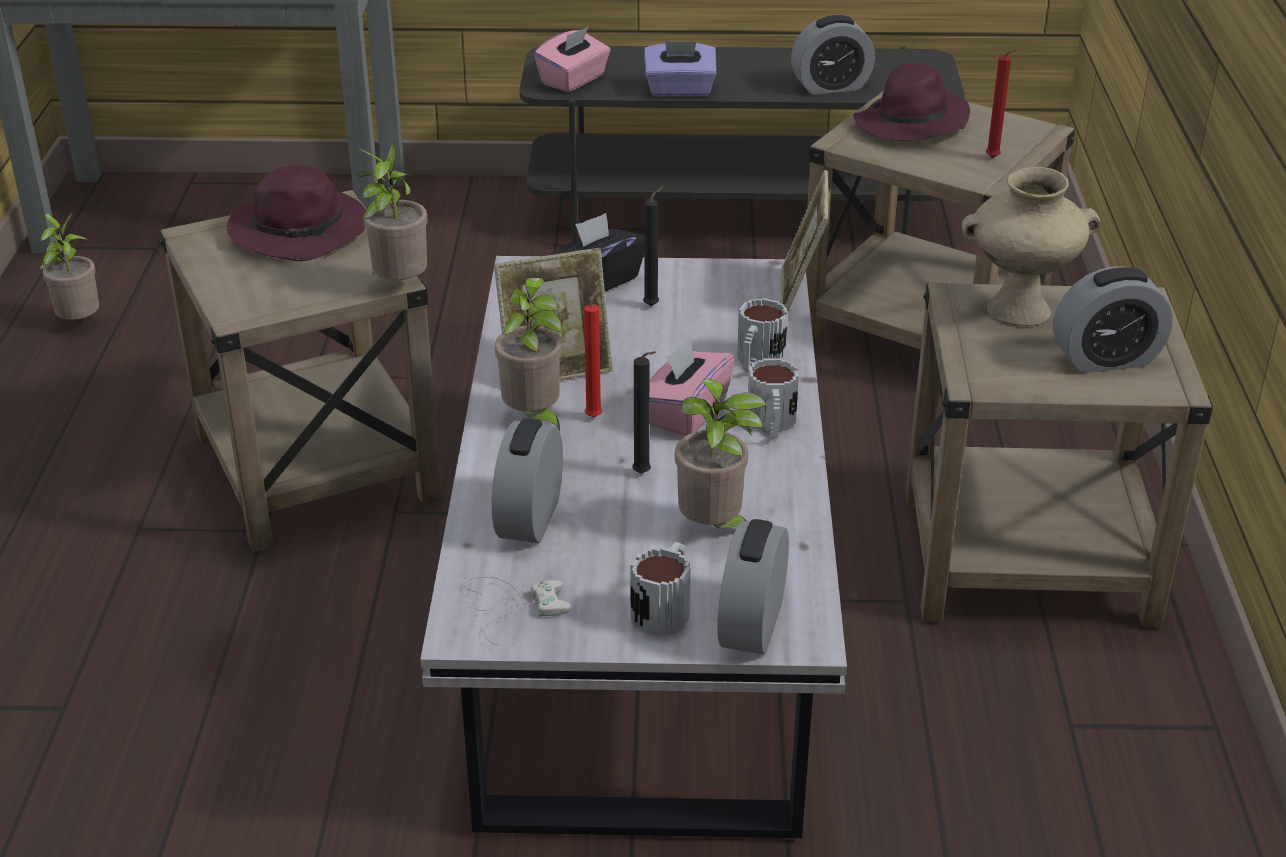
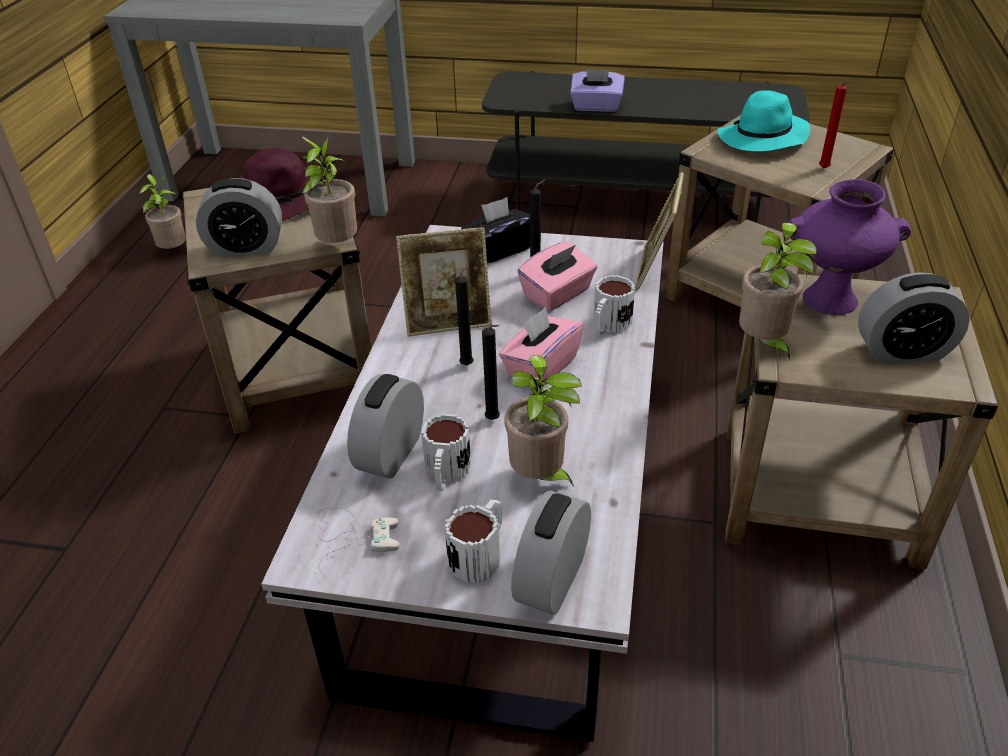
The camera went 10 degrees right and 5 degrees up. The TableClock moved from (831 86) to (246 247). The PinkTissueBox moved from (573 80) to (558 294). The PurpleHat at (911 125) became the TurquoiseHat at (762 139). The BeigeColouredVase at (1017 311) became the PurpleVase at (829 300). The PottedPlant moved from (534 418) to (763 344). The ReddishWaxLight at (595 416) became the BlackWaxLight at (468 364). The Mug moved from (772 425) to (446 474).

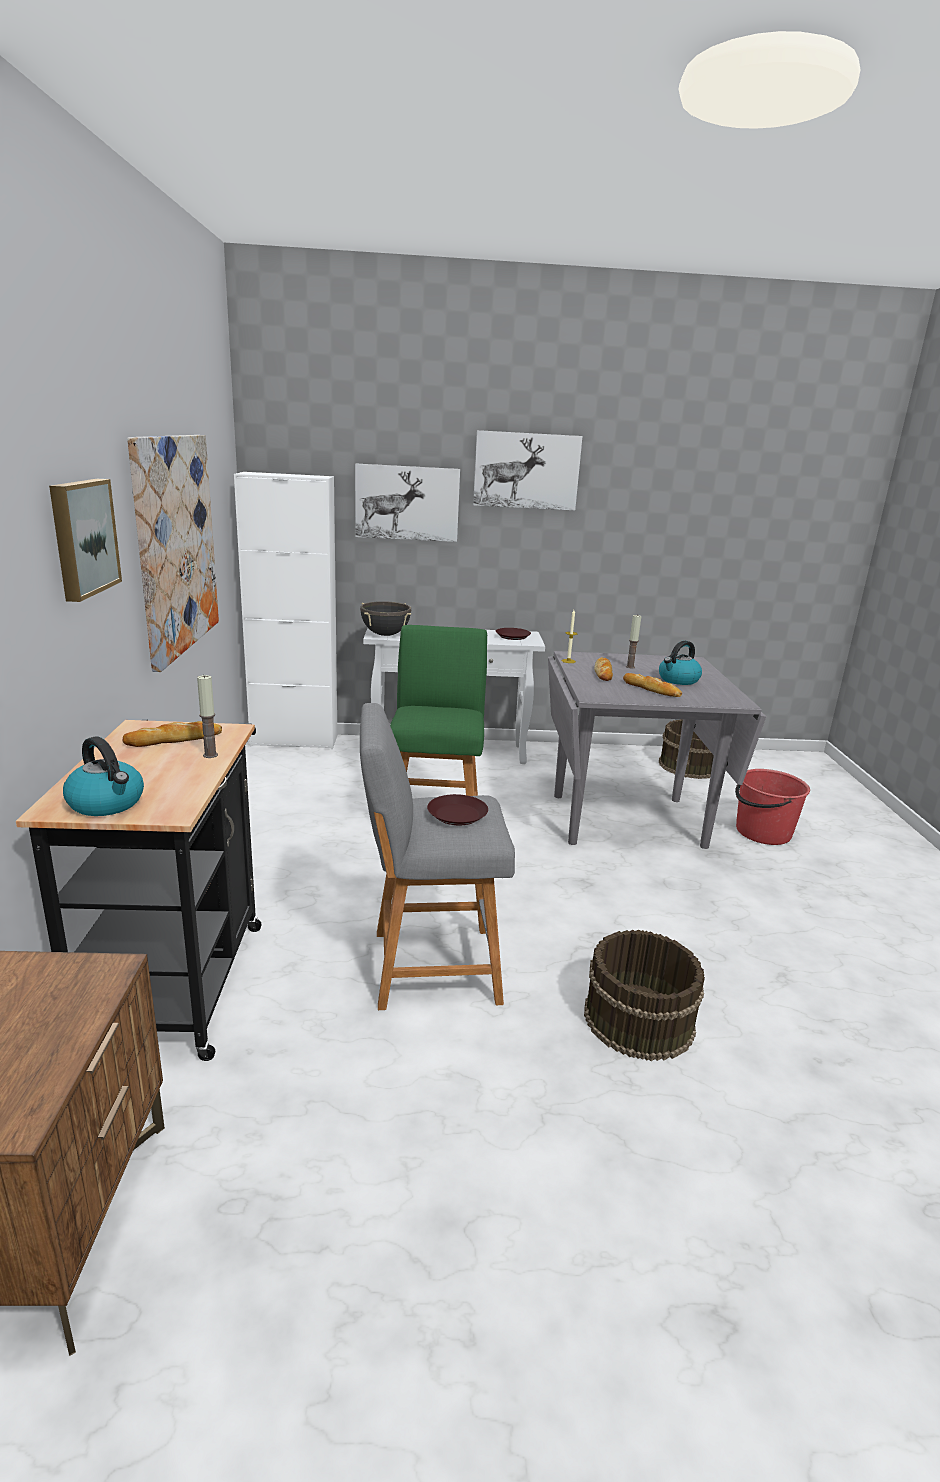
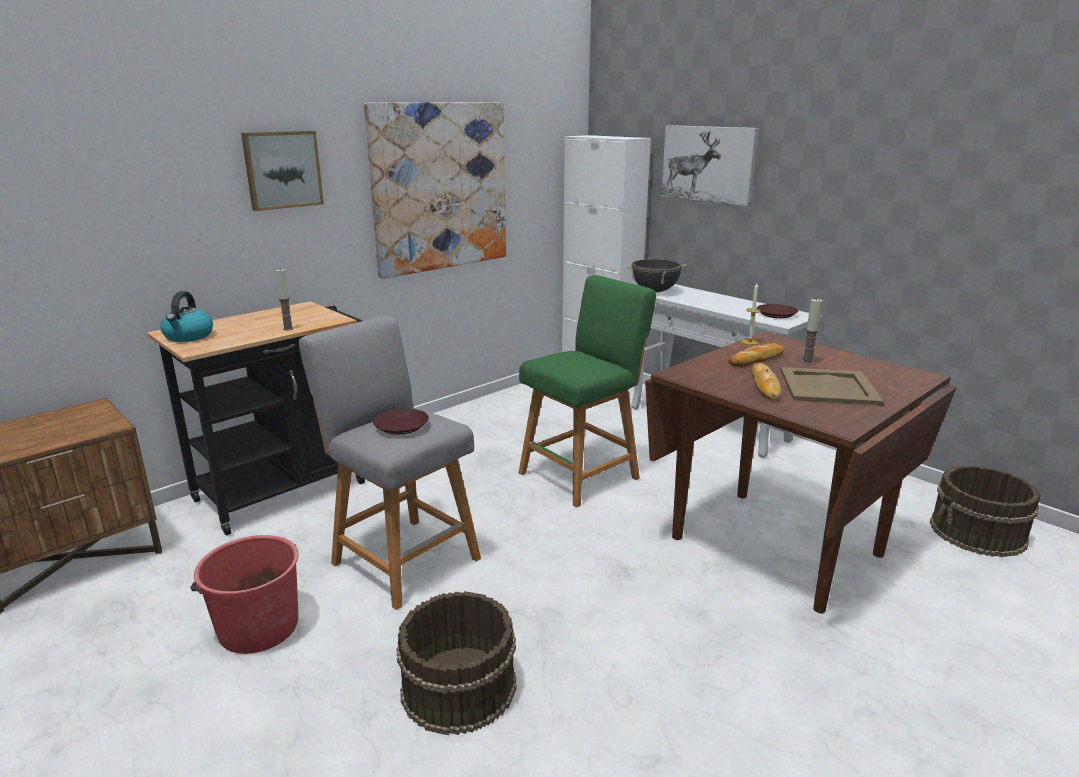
The camera went 50 degrees right and 0 degrees up. The WallPicture at (526 470) disappeared. The Kettle at (678 680) was replaced by the BeigeColouredCarryingTray at (829 387). The GreyishDinnerTable at (627 821) became the BrownishDinnerTable at (774 546). The Bread at (174 739) disappeared. The ReddishWaterBucket moved from (762 832) to (258 627).

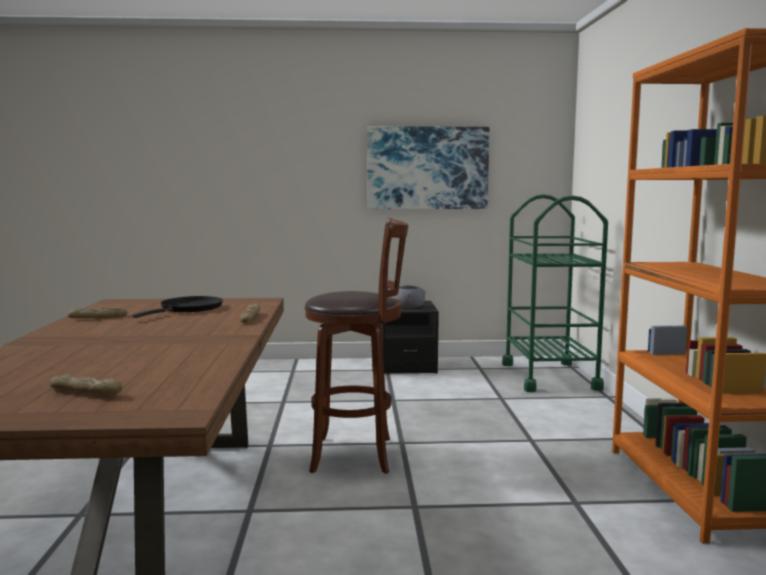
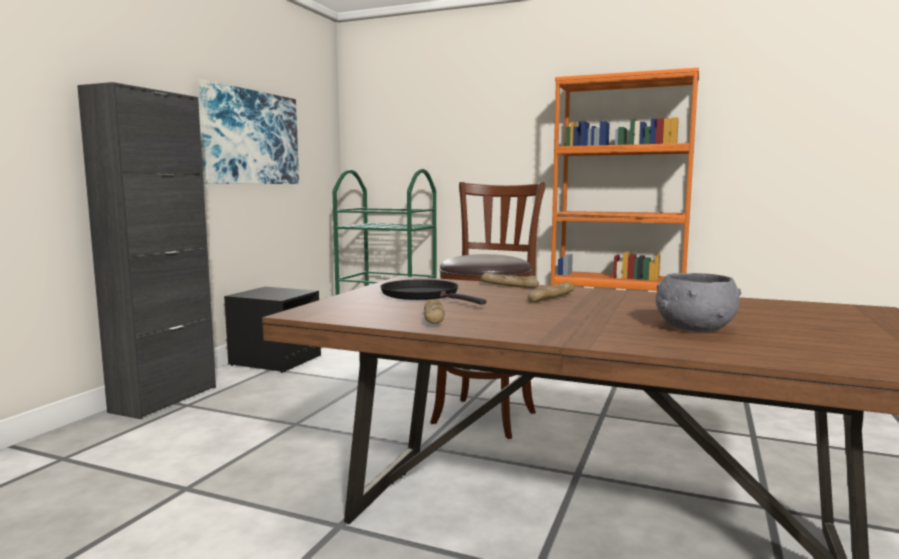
The camera went 65 degrees left and 0 degrees up. The GreyishBowl moved from (409 307) to (694 328). The Bread moved from (86 393) to (551 298). The BlackCabinet at (164 399) appeared.

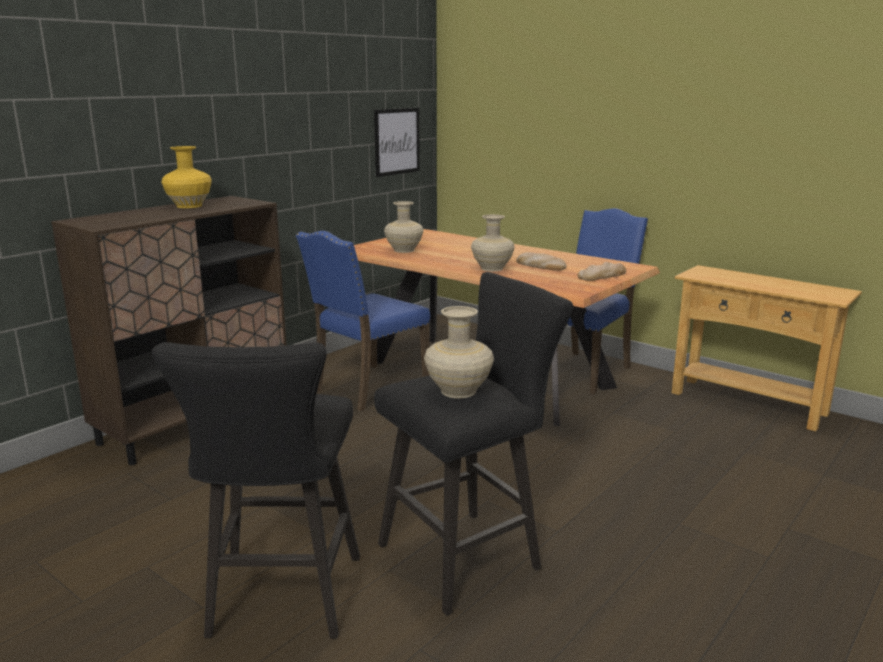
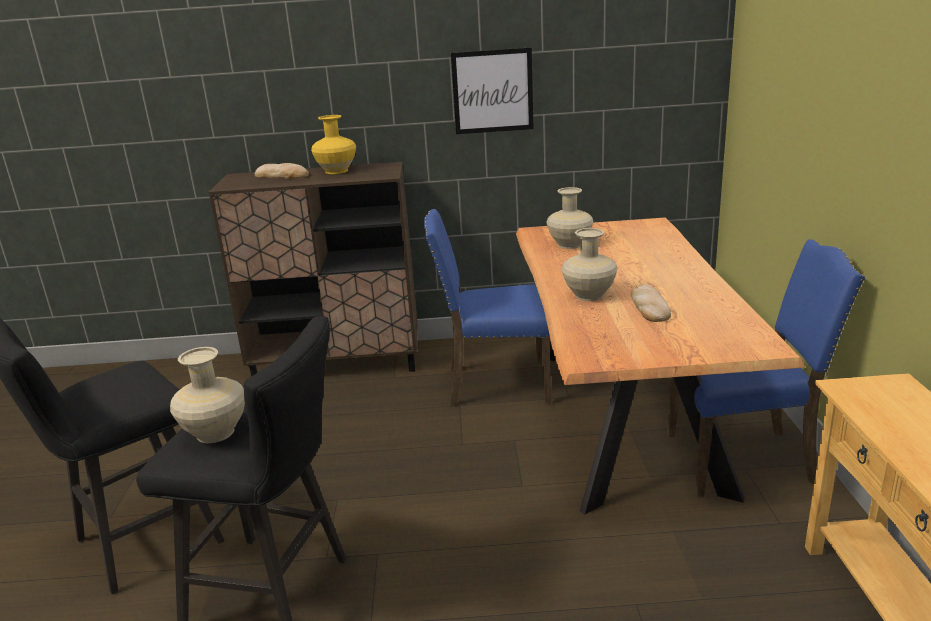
The camera went 50 degrees right and 5 degrees up. The WallPicture moved from (397 141) to (492 91). The Bread moved from (602 275) to (282 176).

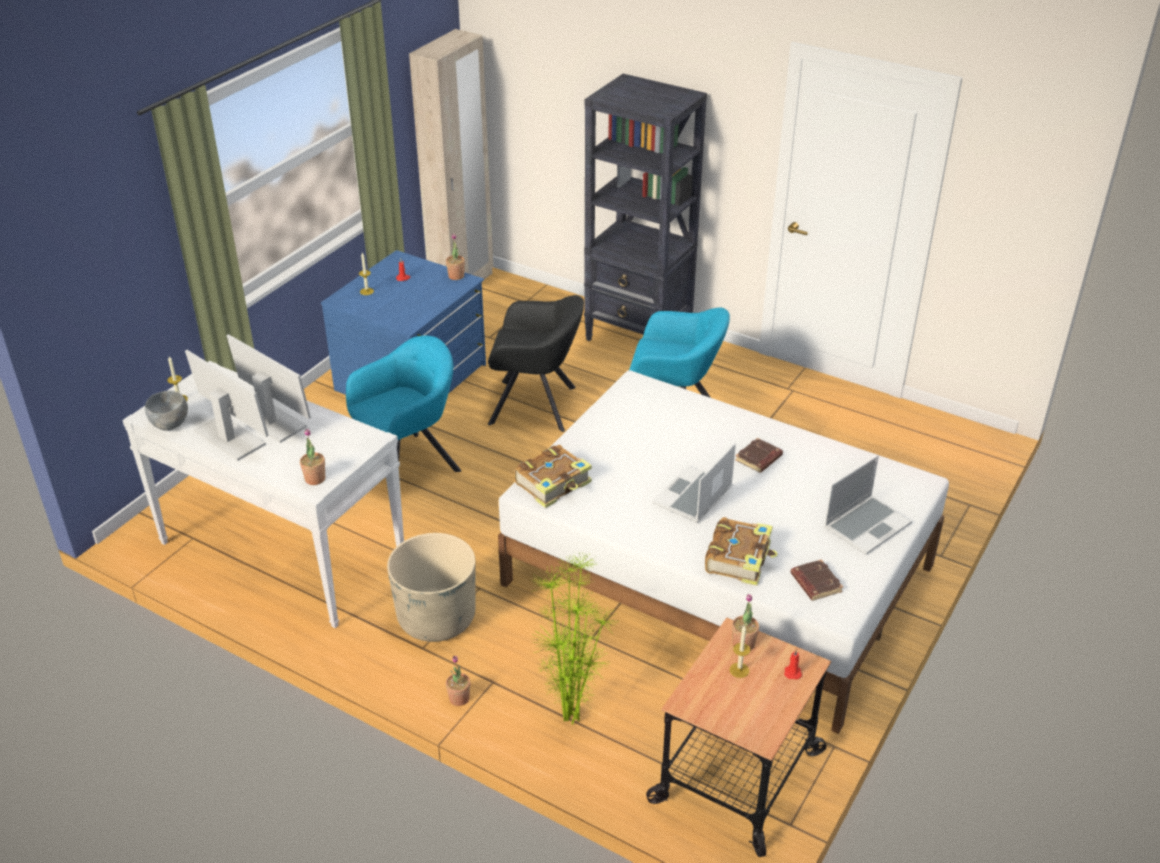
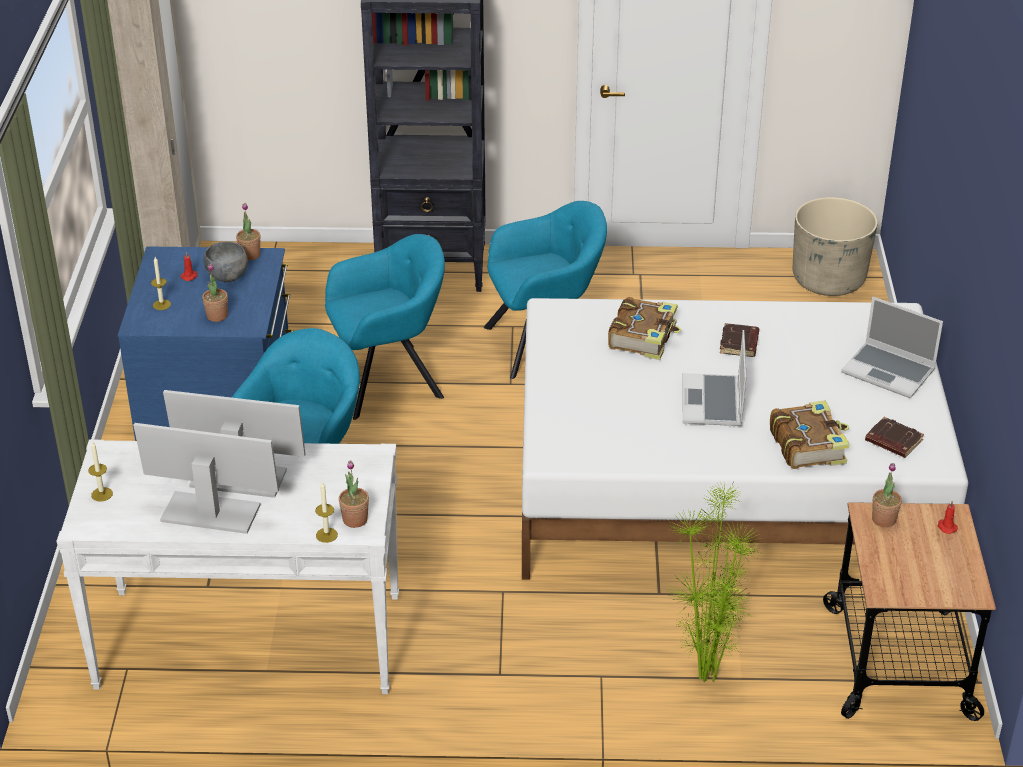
The camera went 30 degrees left and 0 degrees up. The BlackLoungeChair at (537 405) became the TurquoiseLoungeChair at (389 380). The GreyishBowl moved from (170 424) to (227 276). The Book moved from (554 484) to (644 337). The PortableComputer at (867 525) turned 105 degrees clockwise. The BeigeColouredPlanter moved from (436 618) to (828 279). The WaxLight moved from (739 670) to (326 535). The PottedPlant moved from (459 698) to (217 316).

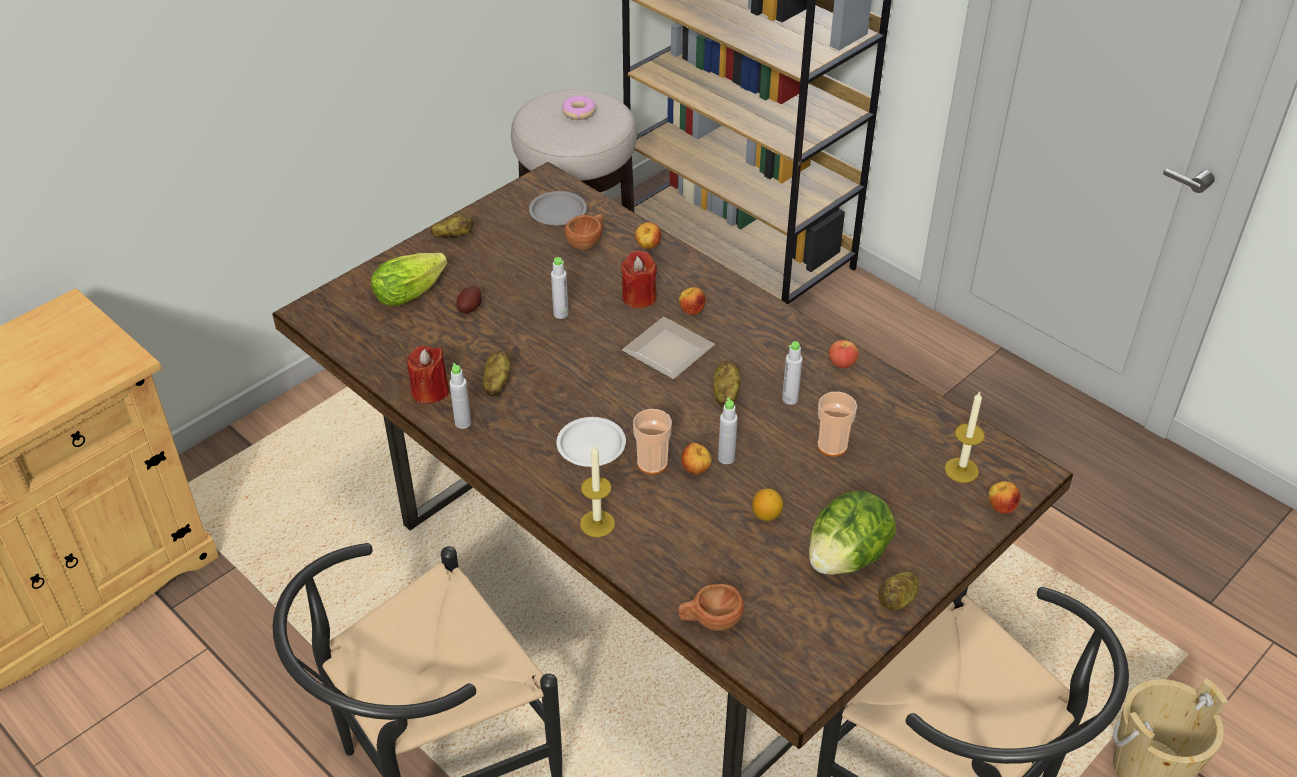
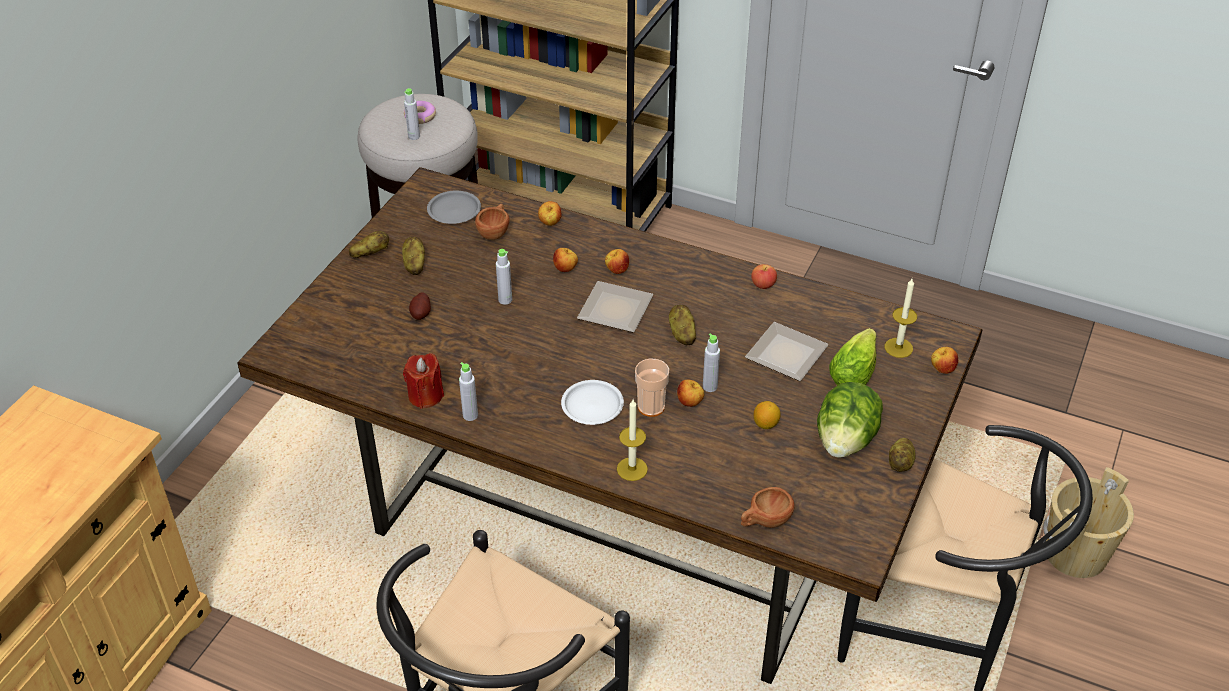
The camera went 20 degrees left and 0 degrees up. The ReddishWaxLight at (639 297) was replaced by the Apple at (565 269). The HeadOfLettuce moved from (413 291) to (855 371). The GreyishBottle moved from (790 399) to (414 136). The Spud moved from (497 383) to (414 264). The SmallCup at (832 445) was replaced by the Plate at (789 354).

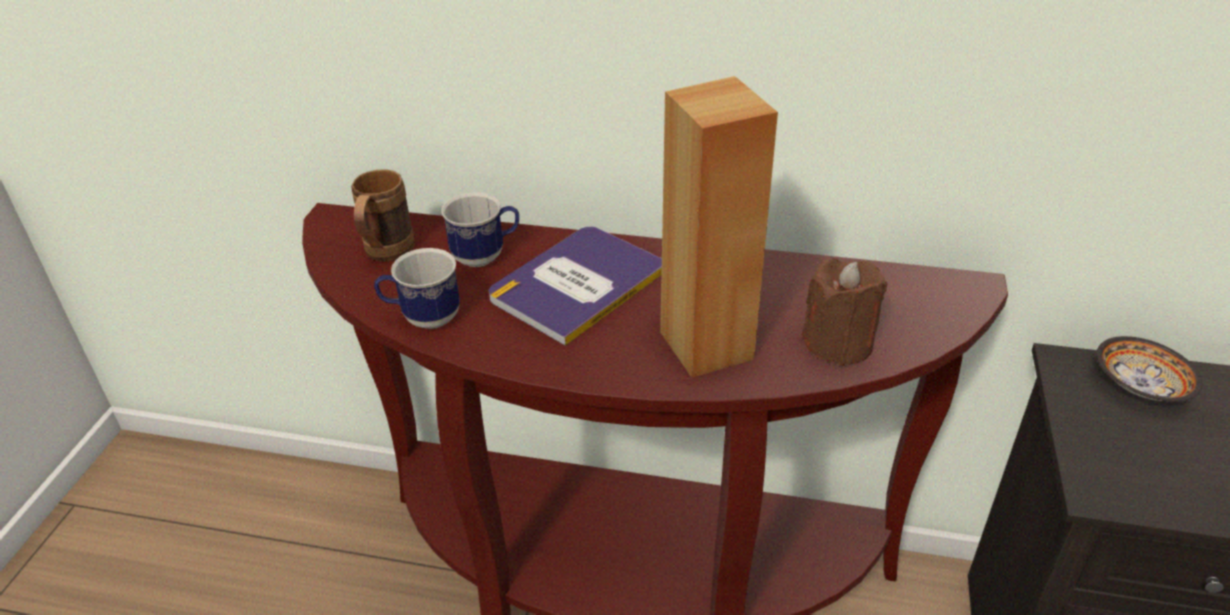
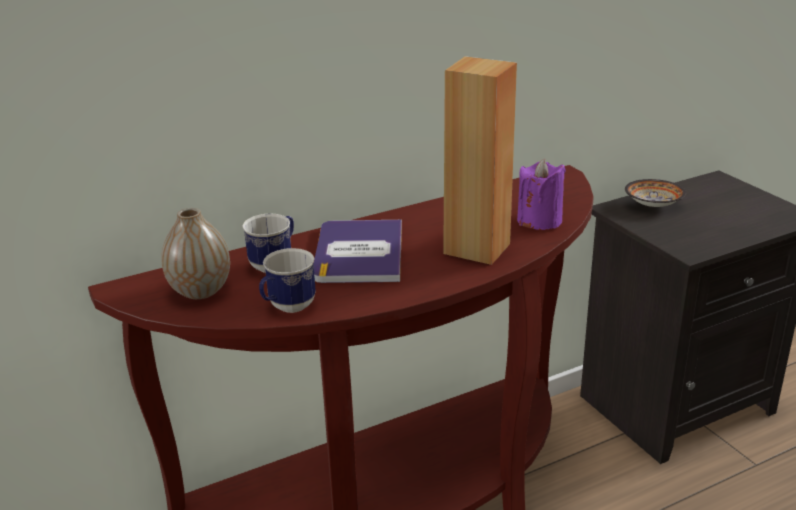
The camera went 40 degrees left and 10 degrees down. The BrownishMug at (385 255) was replaced by the Vase at (200 291). The BrownishWaxLight at (838 343) became the PurpleWaxLight at (539 221).

